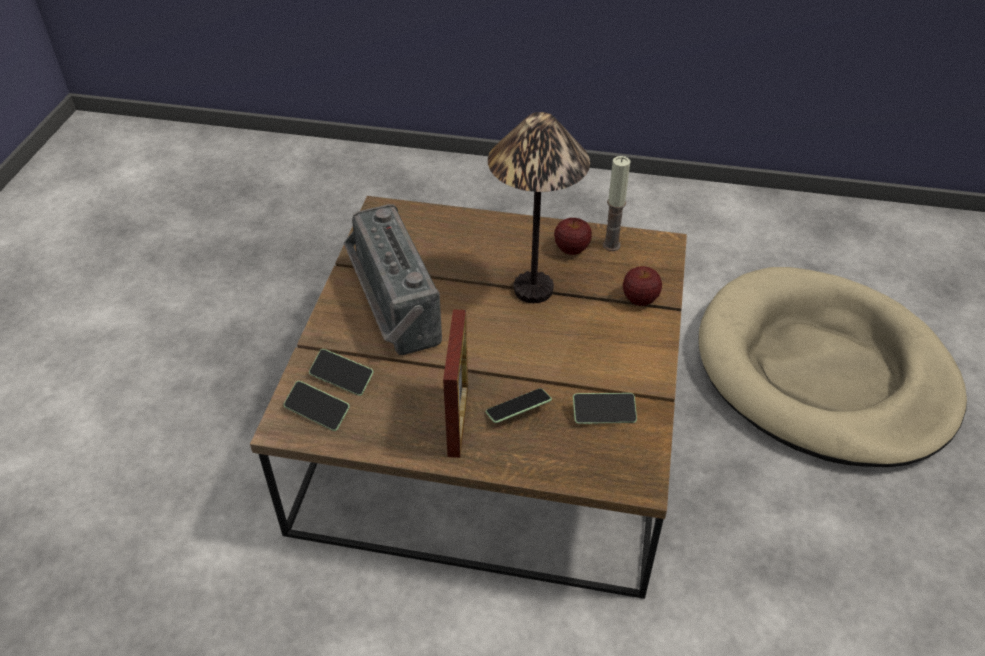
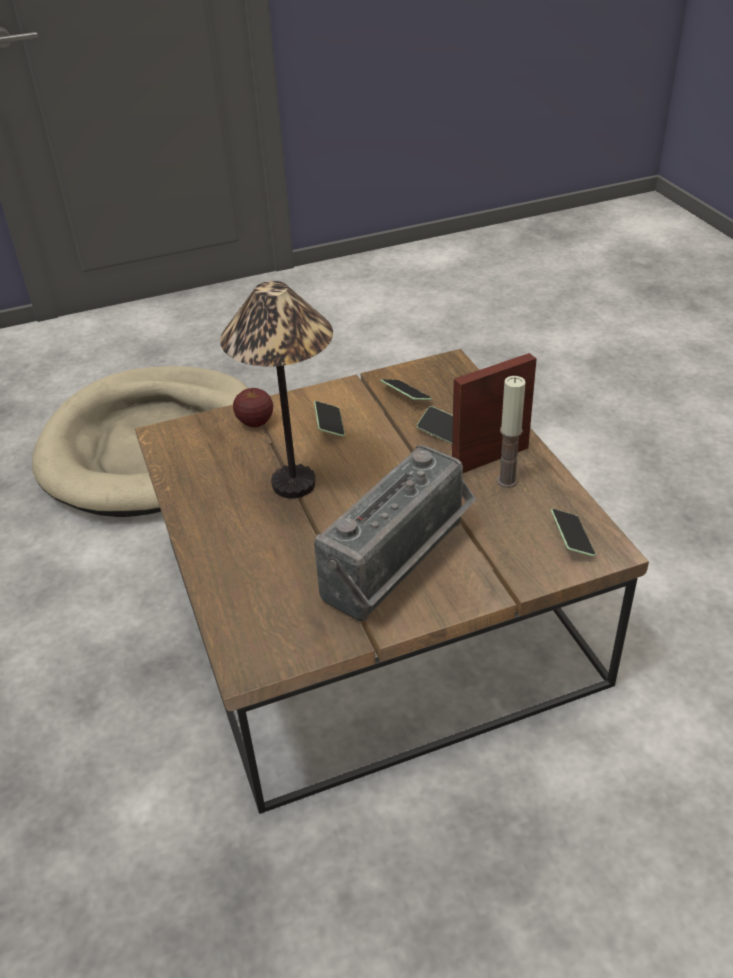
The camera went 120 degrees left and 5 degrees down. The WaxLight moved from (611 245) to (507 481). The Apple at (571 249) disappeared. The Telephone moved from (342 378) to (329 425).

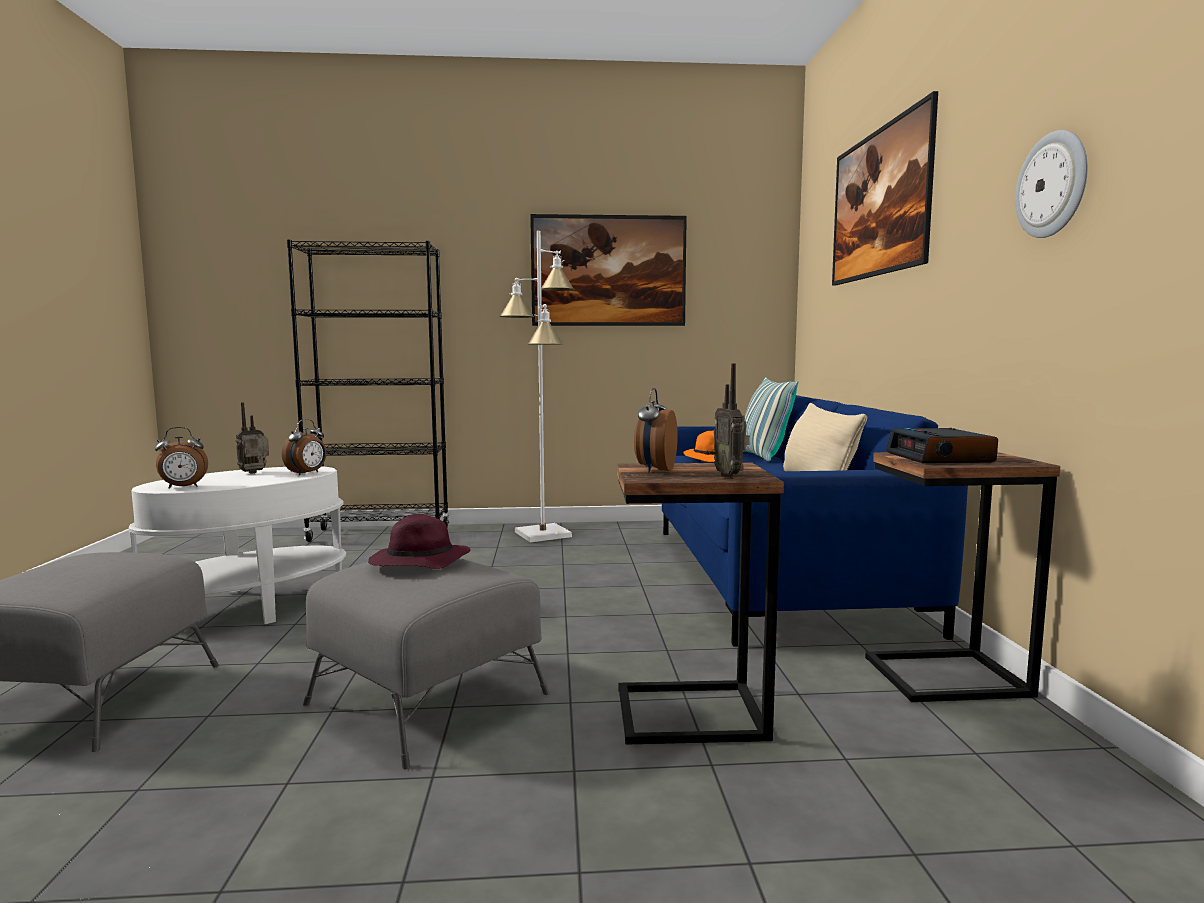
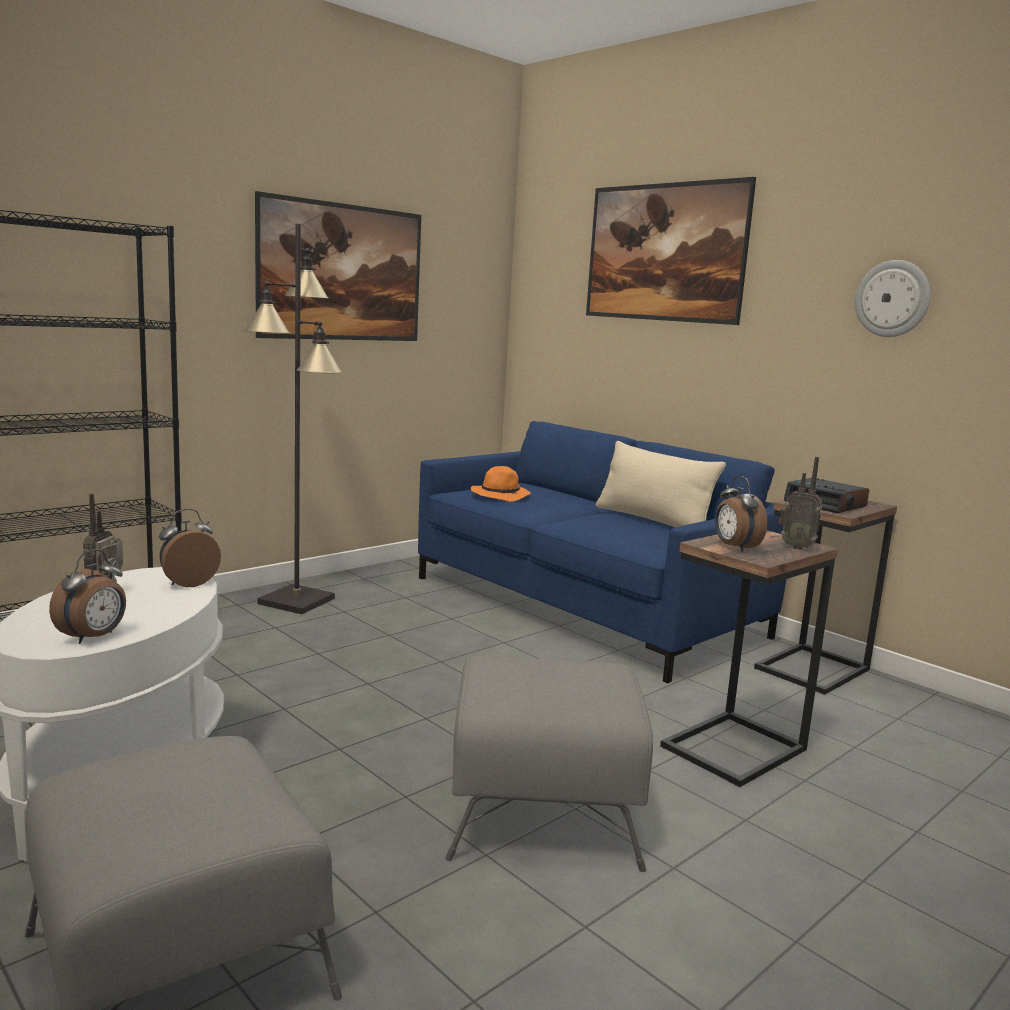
The camera went 40 degrees left and 5 degrees up. The WhiteStandardLamp at (543 534) became the BlackStandardLamp at (297 601). The Pillow at (762 456) disappeared. The TableClock at (307 473) turned 120 degrees counterclockwise. The PurpleHat at (418 563) disappeared.

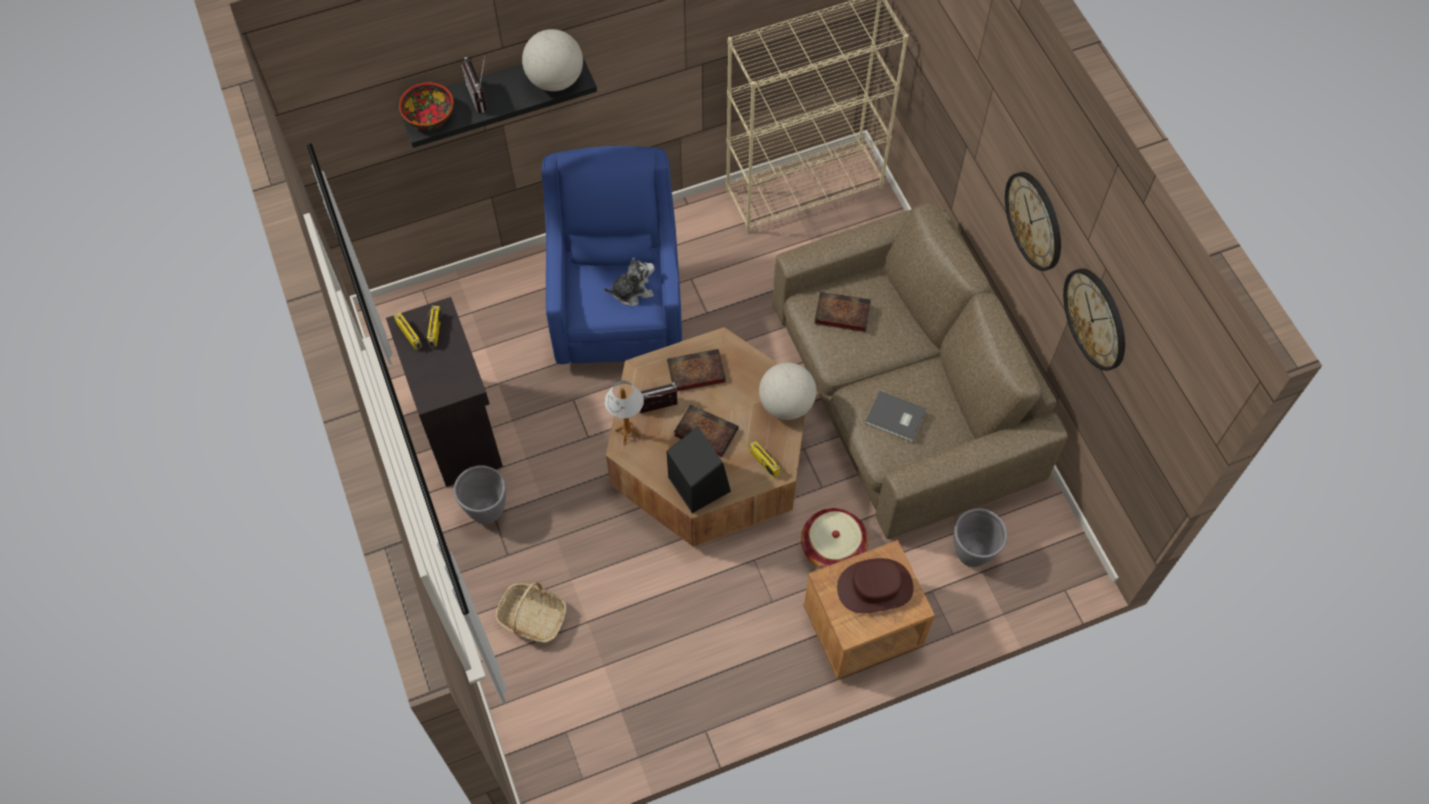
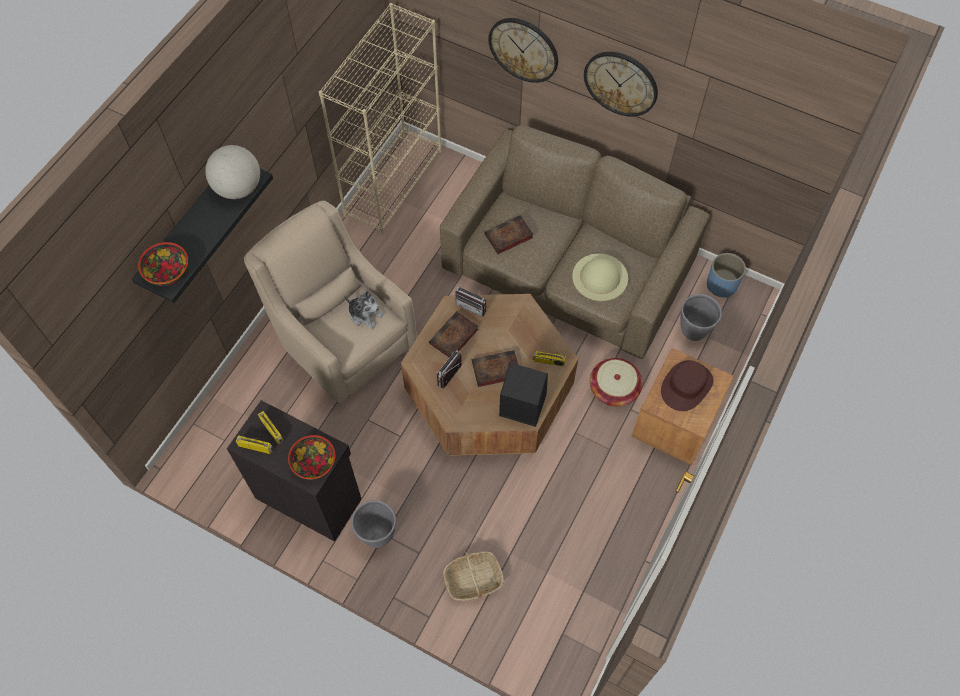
The camera went 40 degrees left and 0 degrees up. The RadioSet moved from (482 96) to (473 305). The BluishLoungeChair at (617 308) became the BeigeColouredLoungeChair at (342 340). The PlushToy at (632 291) turned 90 degrees clockwise. The HangingClock moved from (1096 318) to (524 49). The DeskGlobe at (786 404) disappeared. The TabletopLamp at (628 433) disappeared. The GreyishBook at (896 418) was replaced by the BeigeColouredHat at (600 277). The BluishPlanter at (721 285) appeared. The Bowl at (313 463) appeared.

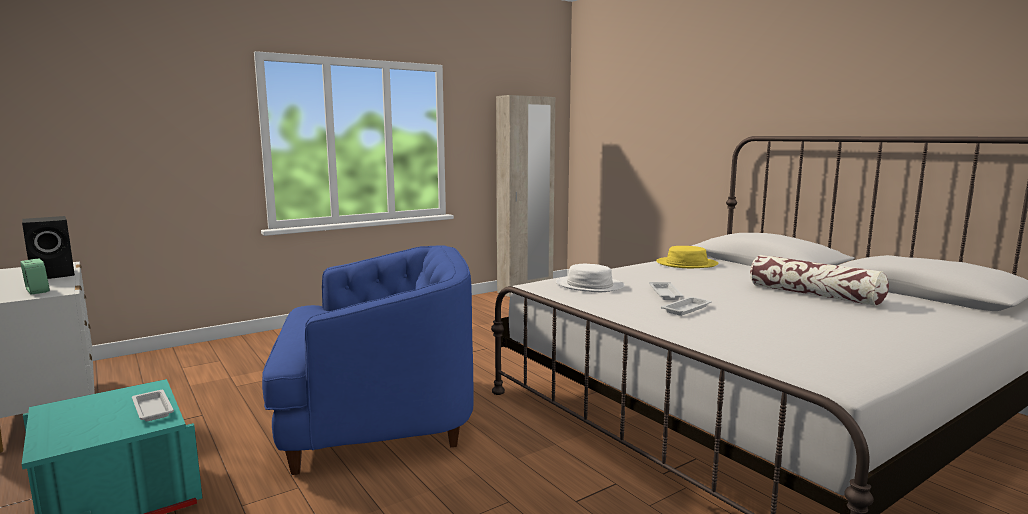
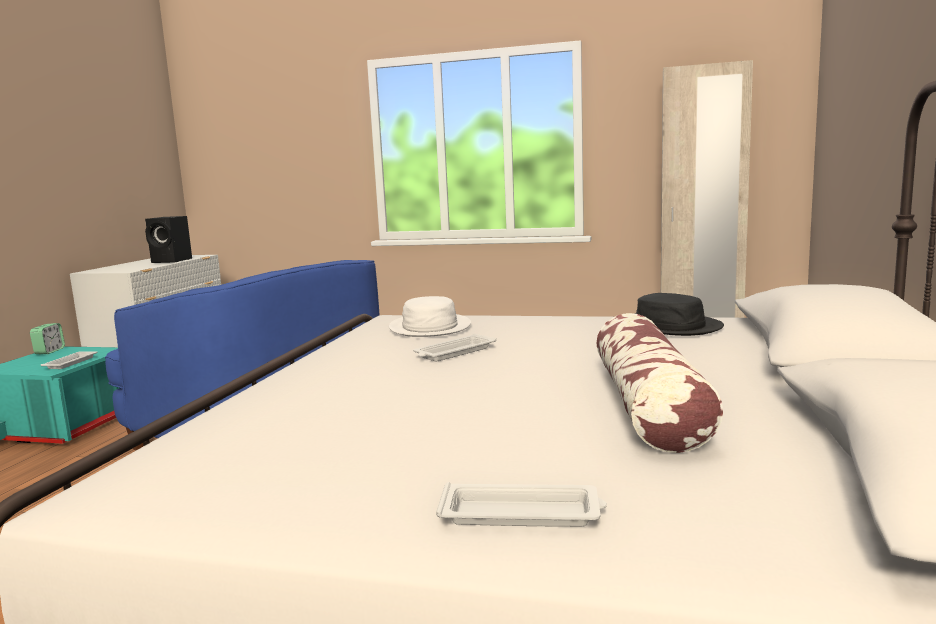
The camera went 50 degrees right and 0 degrees up. The YellowHat at (686 264) became the BlackHat at (669 326). The TableClock moved from (37 291) to (49 351). The WhiteCarryingTray moved from (687 309) to (522 514).

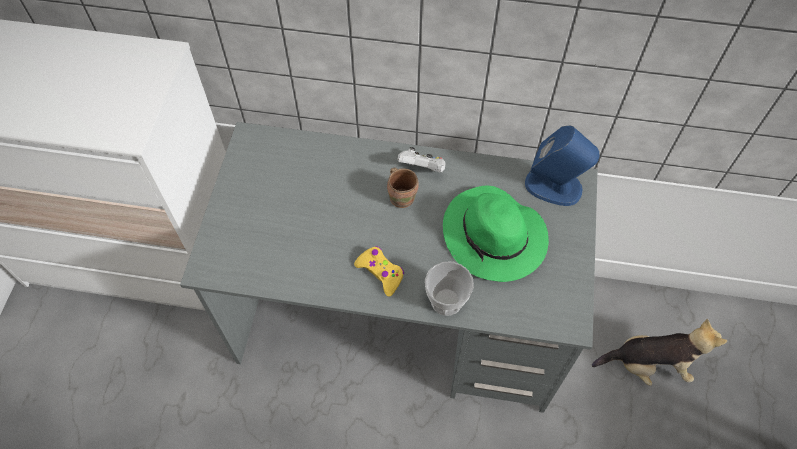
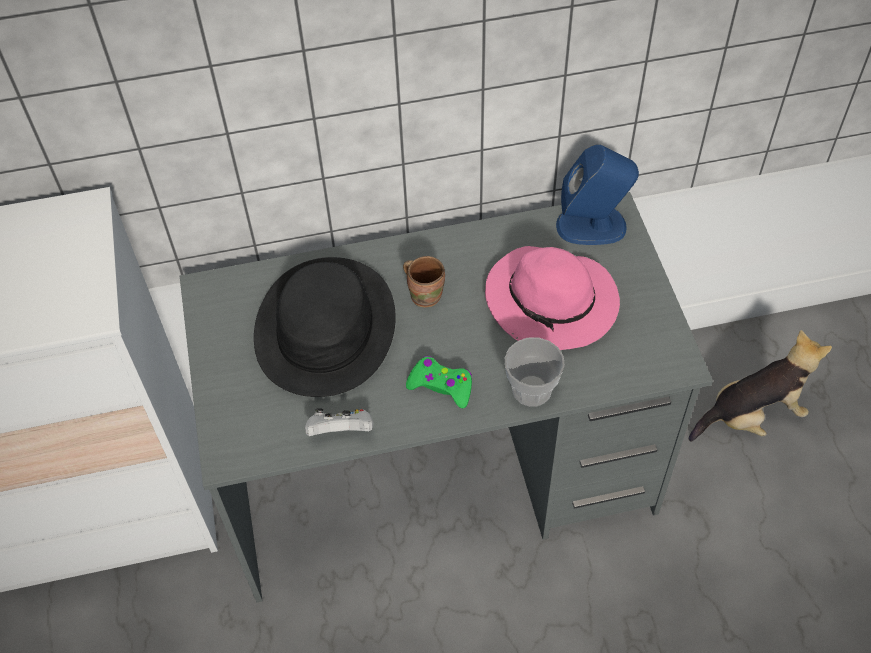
The camera went 20 degrees left and 5 degrees down. The WhiteGameController moved from (422 168) to (341 432). The GreenColouredHat at (495 238) became the PinkHat at (553 303). The YellowGameController at (380 272) became the GreenColouredGameController at (441 386). The BlackHat at (325 328) appeared.

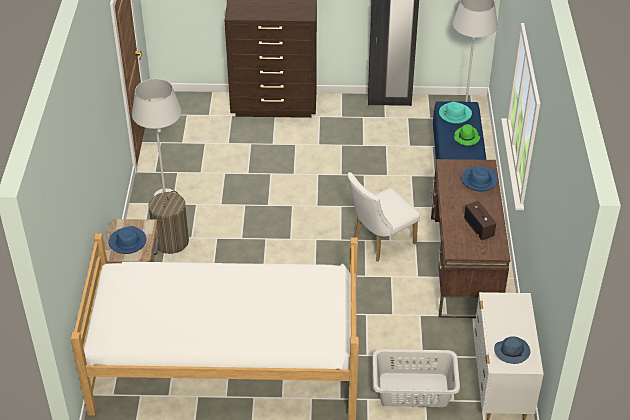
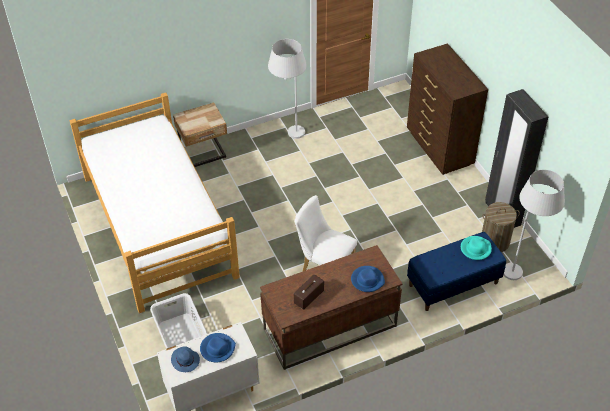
The camera went 65 degrees right and 5 degrees up. The GreenColouredHat at (467 138) disappeared. The LaundryBasket moved from (171 241) to (495 241). The BluishHat moved from (127 242) to (217 348).

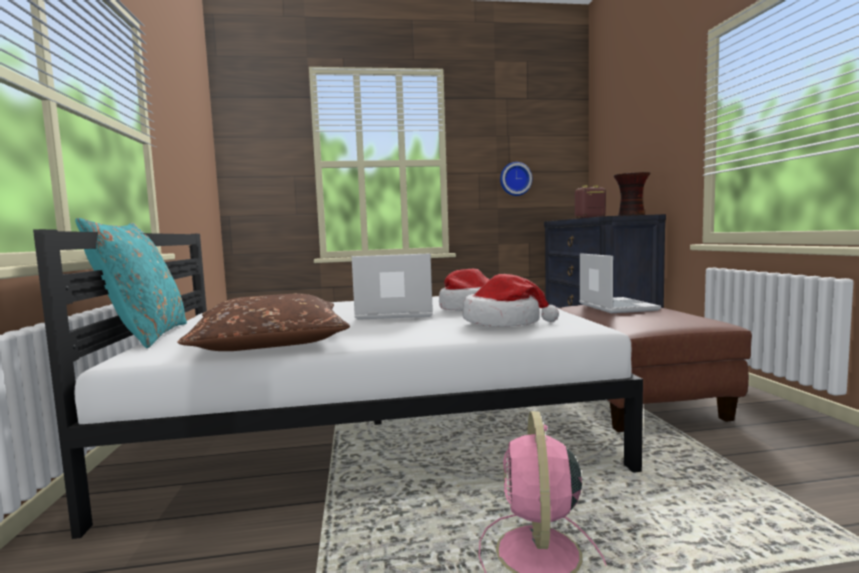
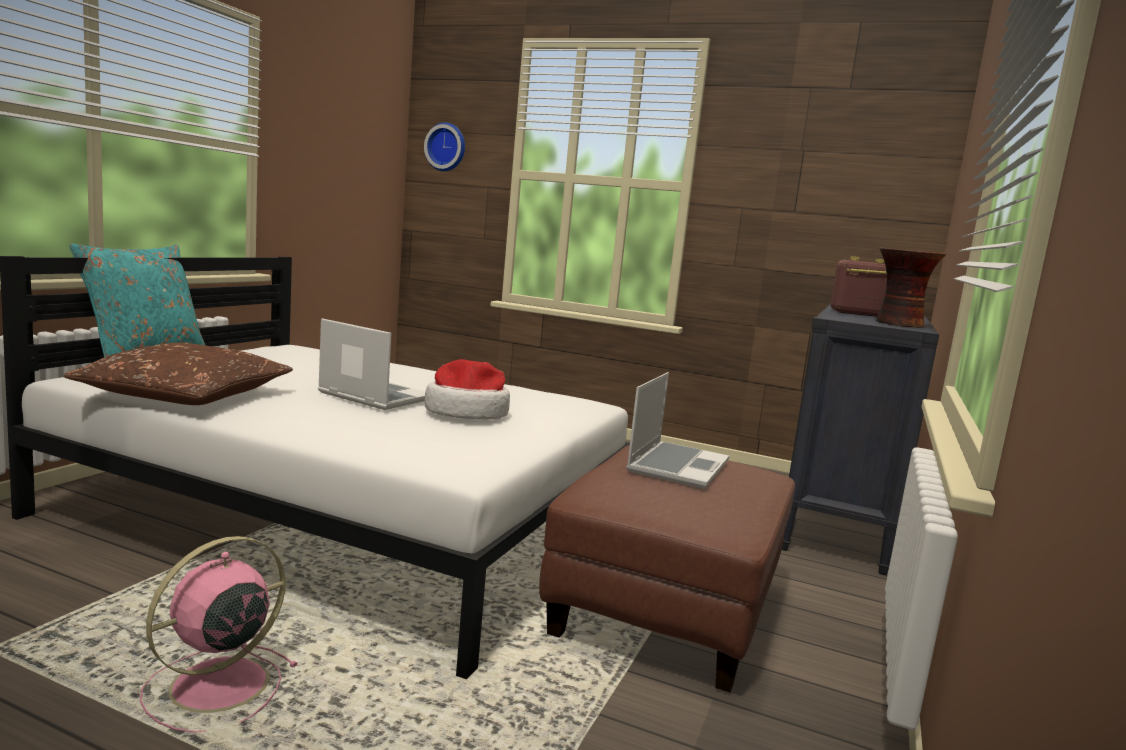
The camera went 30 degrees right and 5 degrees up. The HangingClock moved from (515 179) to (446 147). The Hat at (504 323) disappeared.

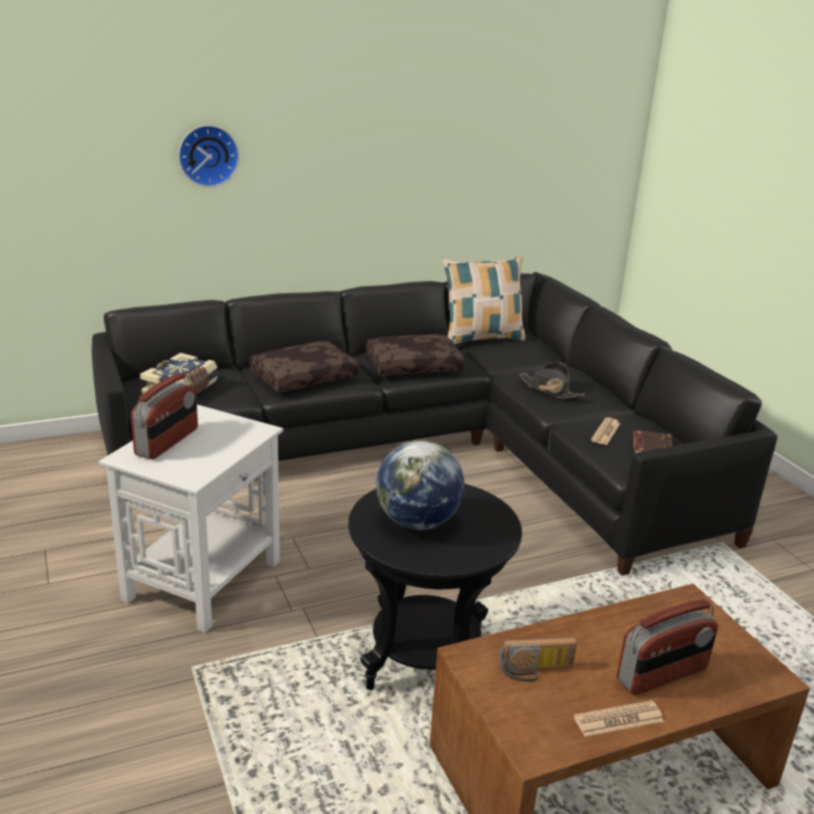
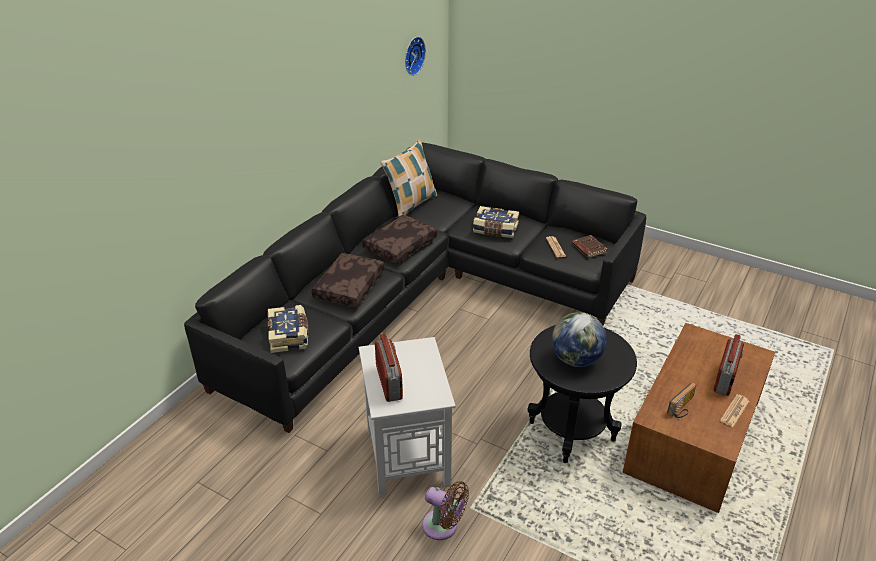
The camera went 35 degrees left and 10 degrees up. The HangingClock moved from (208 155) to (412 55). The BlackHat at (549 390) was replaced by the Book at (495 229). The BrownishFan at (443 527) appeared.

